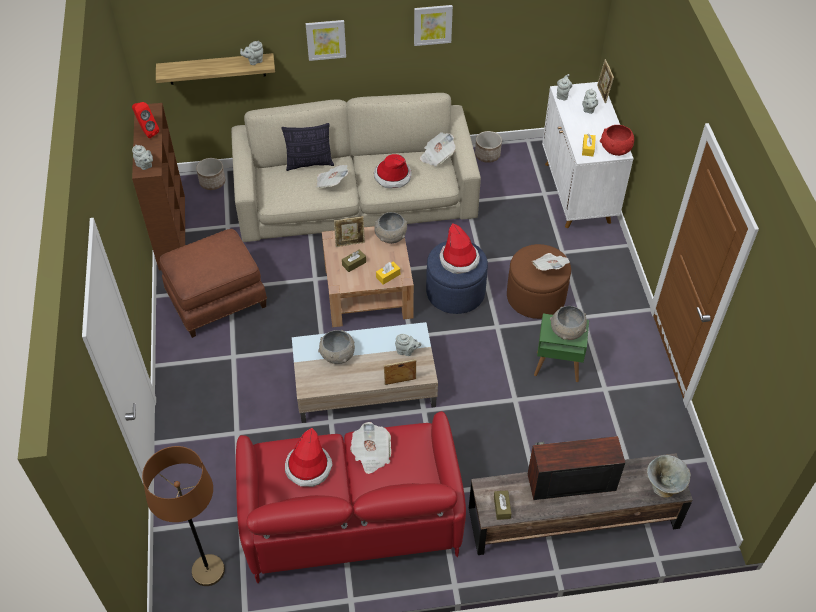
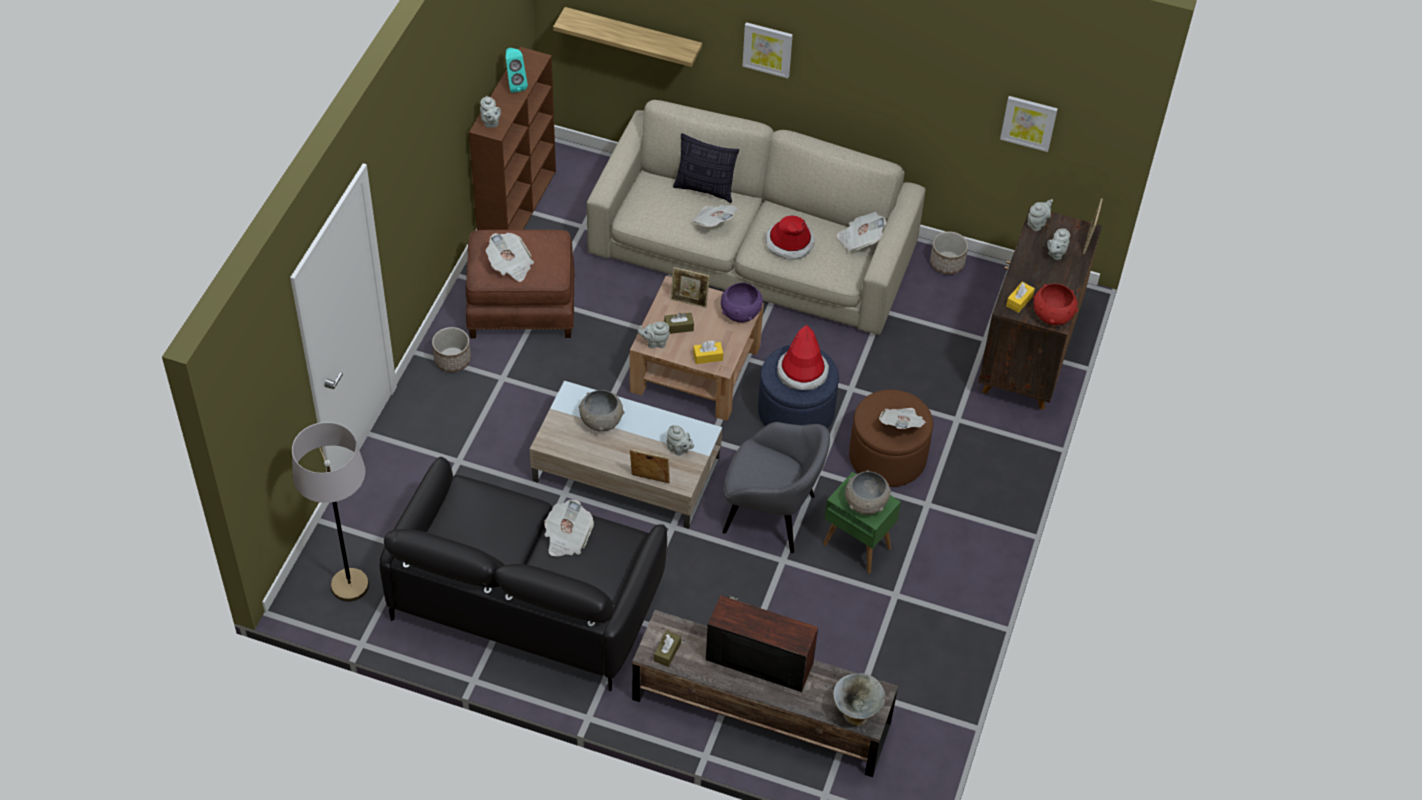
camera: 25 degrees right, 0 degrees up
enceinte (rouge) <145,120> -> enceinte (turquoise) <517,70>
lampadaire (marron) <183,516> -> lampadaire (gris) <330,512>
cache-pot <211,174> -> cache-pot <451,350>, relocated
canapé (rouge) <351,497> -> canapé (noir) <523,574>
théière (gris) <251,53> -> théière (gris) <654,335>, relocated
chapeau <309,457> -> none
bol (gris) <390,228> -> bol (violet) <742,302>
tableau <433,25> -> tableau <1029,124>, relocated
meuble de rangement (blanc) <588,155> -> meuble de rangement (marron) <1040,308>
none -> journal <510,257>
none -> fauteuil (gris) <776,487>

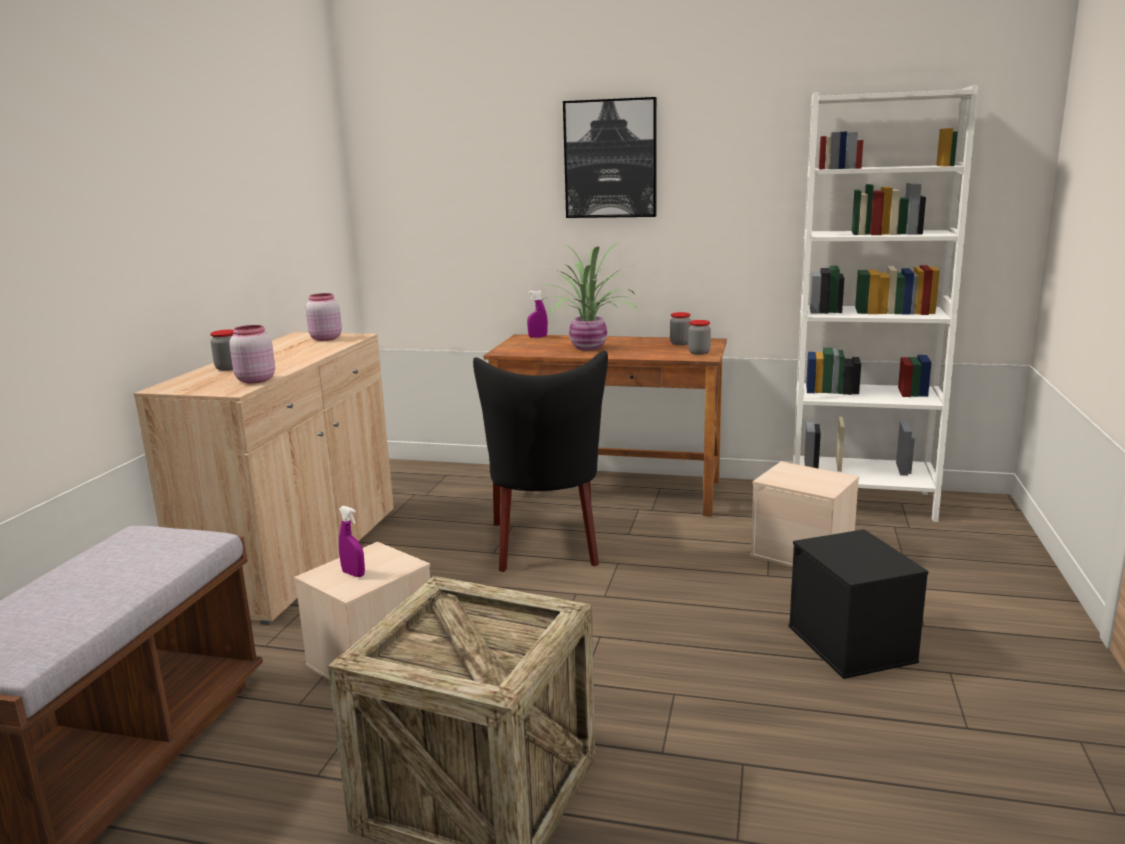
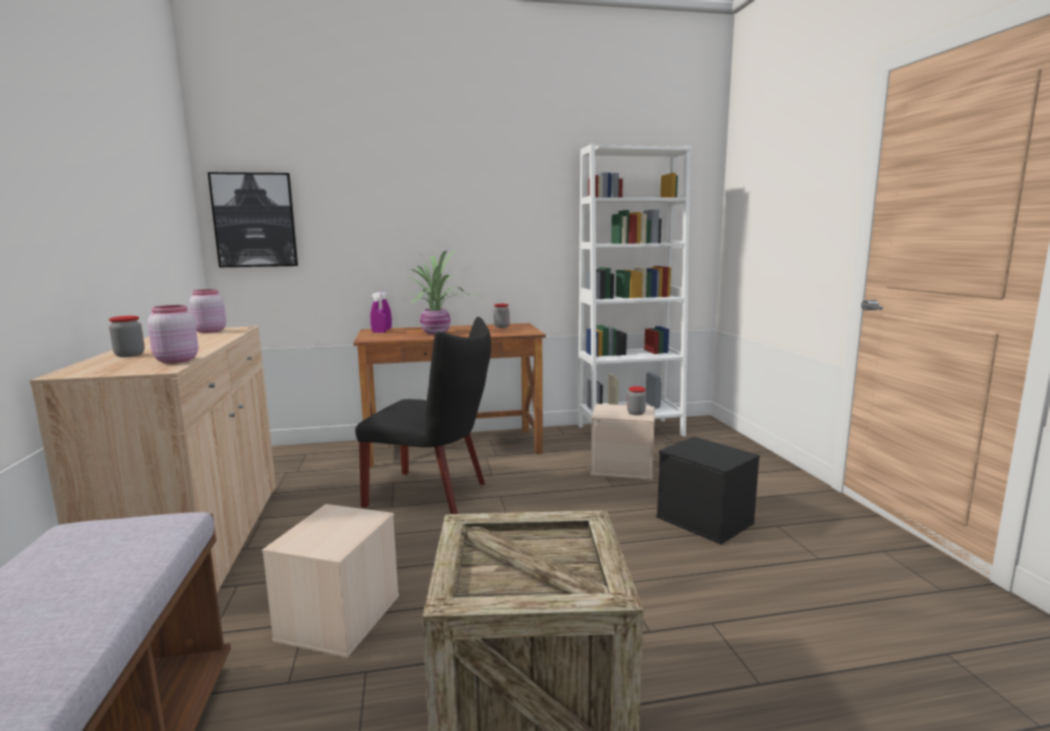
camera: 25 degrees left, 5 degrees down
vaporisateur (violet) <352,541> -> vaporisateur (violet) <378,313>, relocated
chaise (noir) <540,461> -> chaise (noir) <423,415>, 45 degrees counterclockwise
tableau <610,157> -> tableau <253,219>, relocated
bocal <699,337> -> bocal <636,400>, relocated

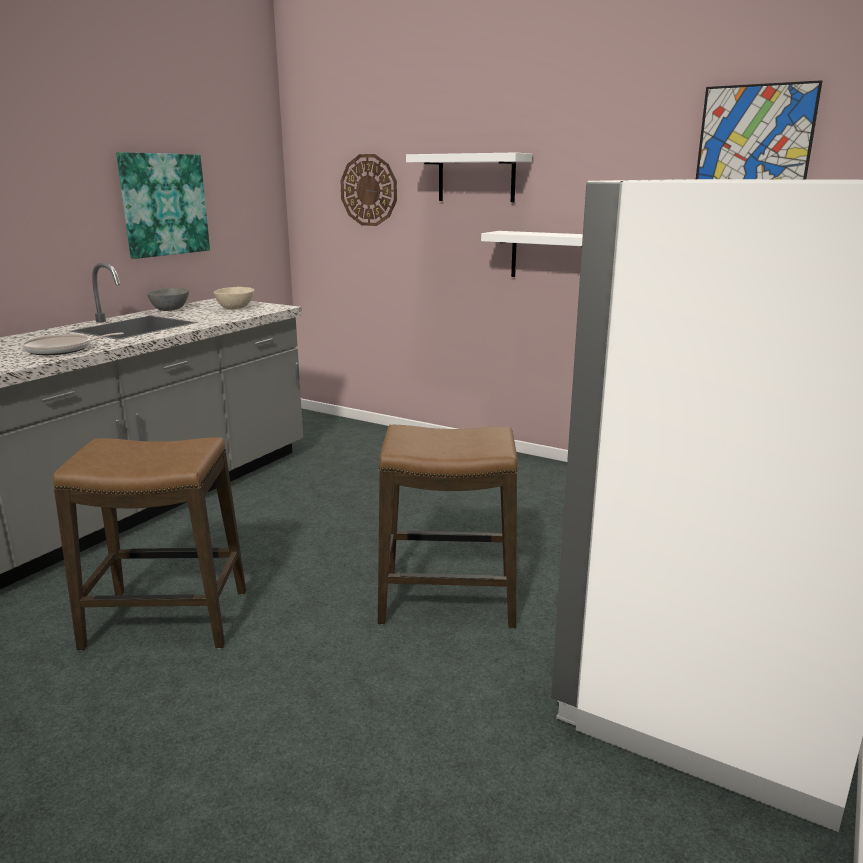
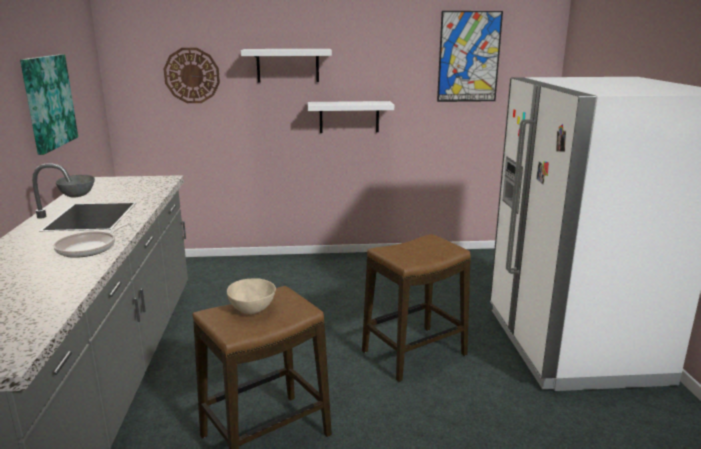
camera: 35 degrees left, 0 degrees up
bol (beige) <234,298> -> bol (beige) <251,296>, relocated

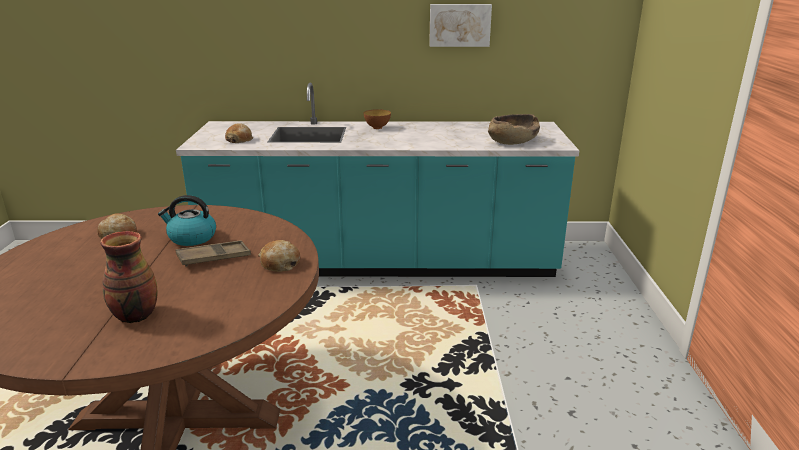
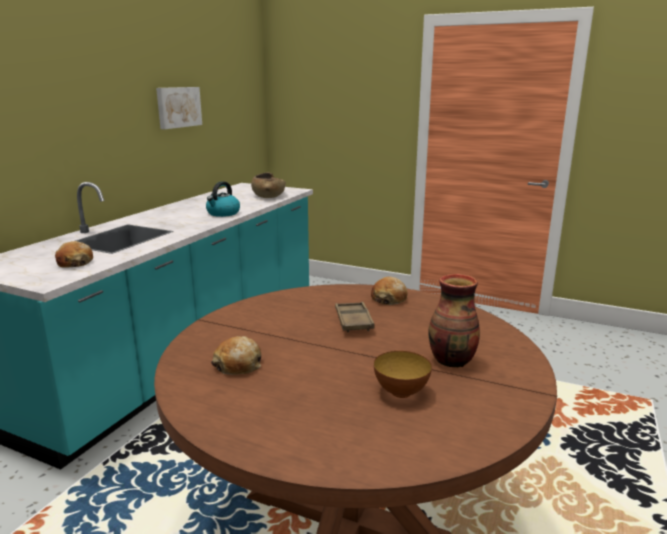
camera: 65 degrees left, 5 degrees down
bouilloire <187,220> -> bouilloire <223,199>, relocated
bol <377,119> -> bol <403,374>, relocated

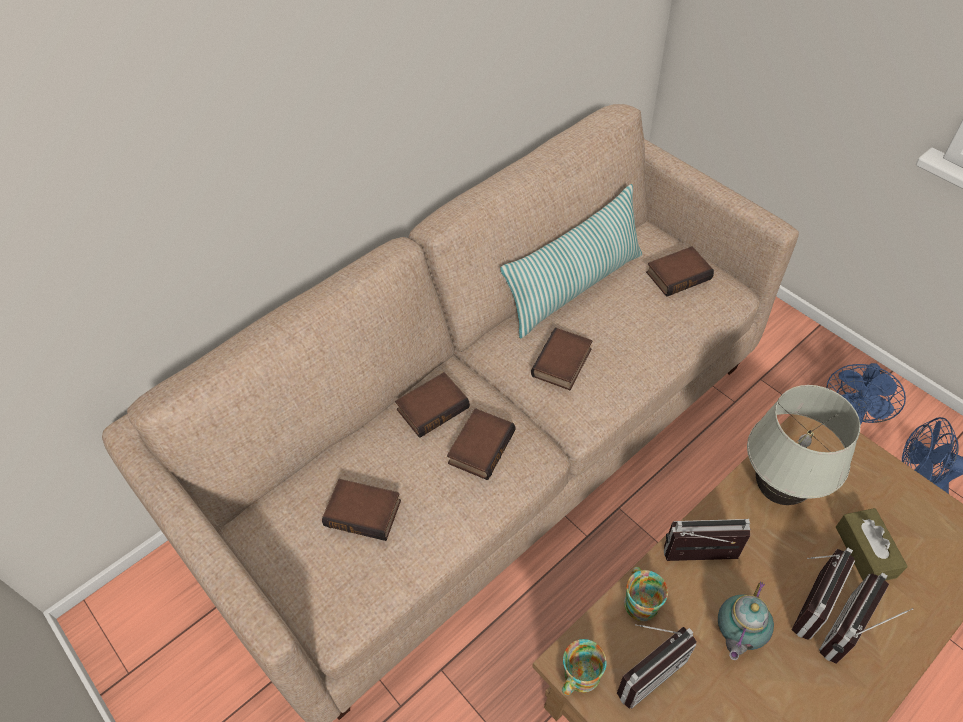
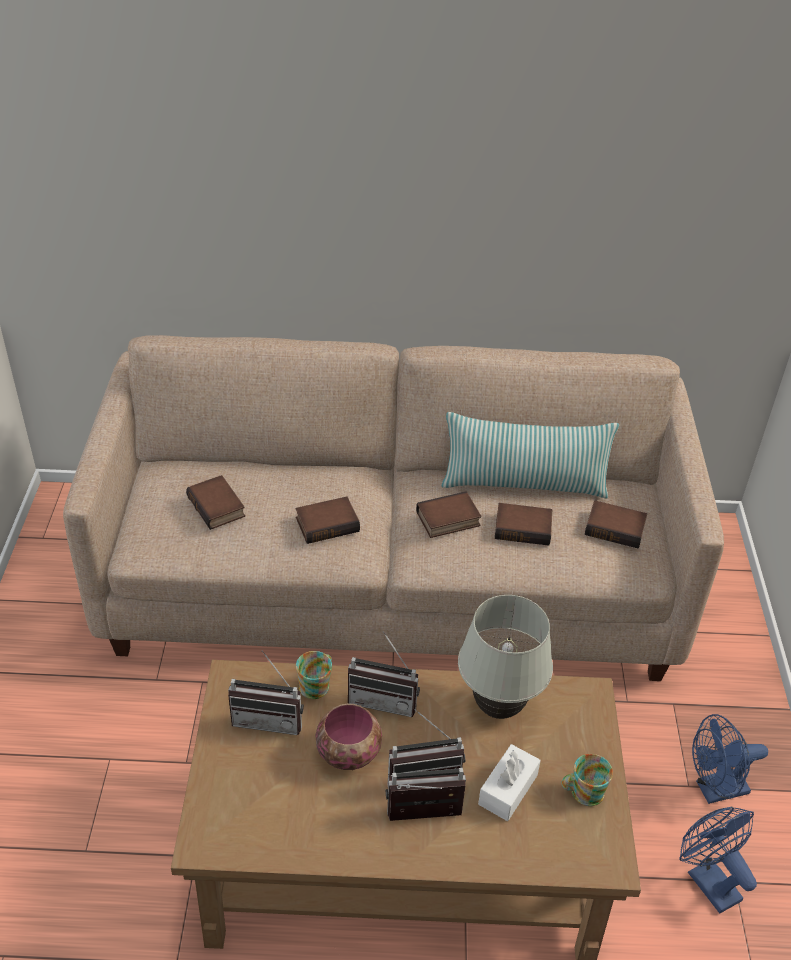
camera: 40 degrees right, 10 degrees down
livre <432,405> -> livre <523,524>, relocated
mug <584,667> -> mug <587,780>, relocated
radio <707,540> -> radio <384,674>, 150 degrees clockwise
théière <746,621> -> bol <348,737>
boîte à mouchoirs (marron) <872,544> -> boîte à mouchoirs (blanc) <509,782>

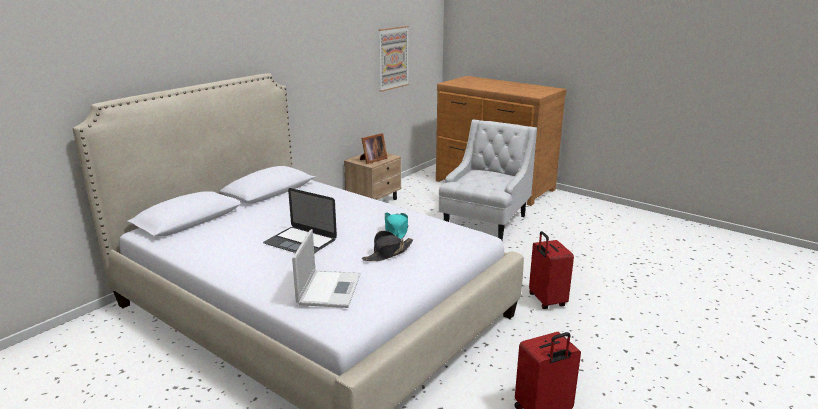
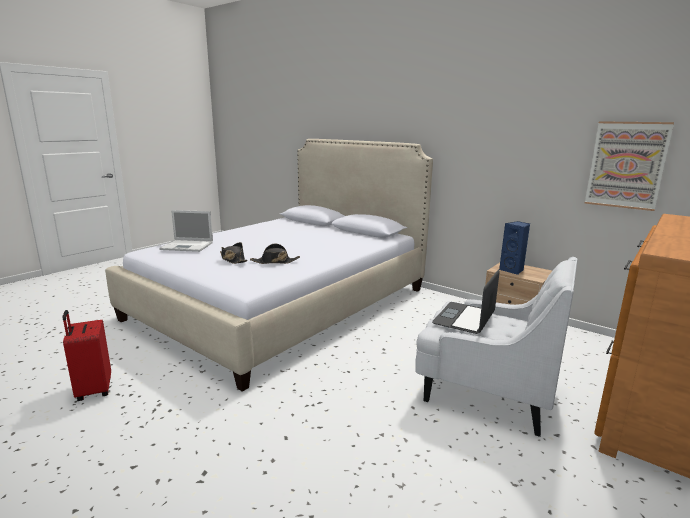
camera: 90 degrees right, 5 degrees down
ordinateur portable <300,220> -> ordinateur portable <466,302>, relocated
cadre photo <374,148> -> enceinte (bleu) <514,248>
chapeau (turquoise) <397,225> -> chapeau (noir) <275,253>
valise (rouge) <551,270> -> none

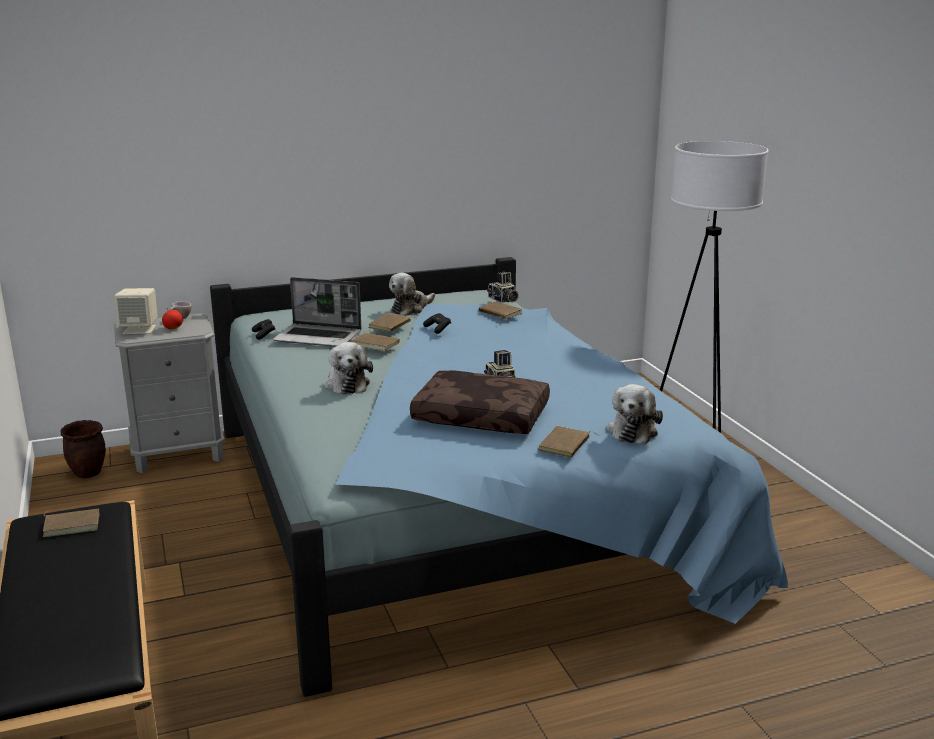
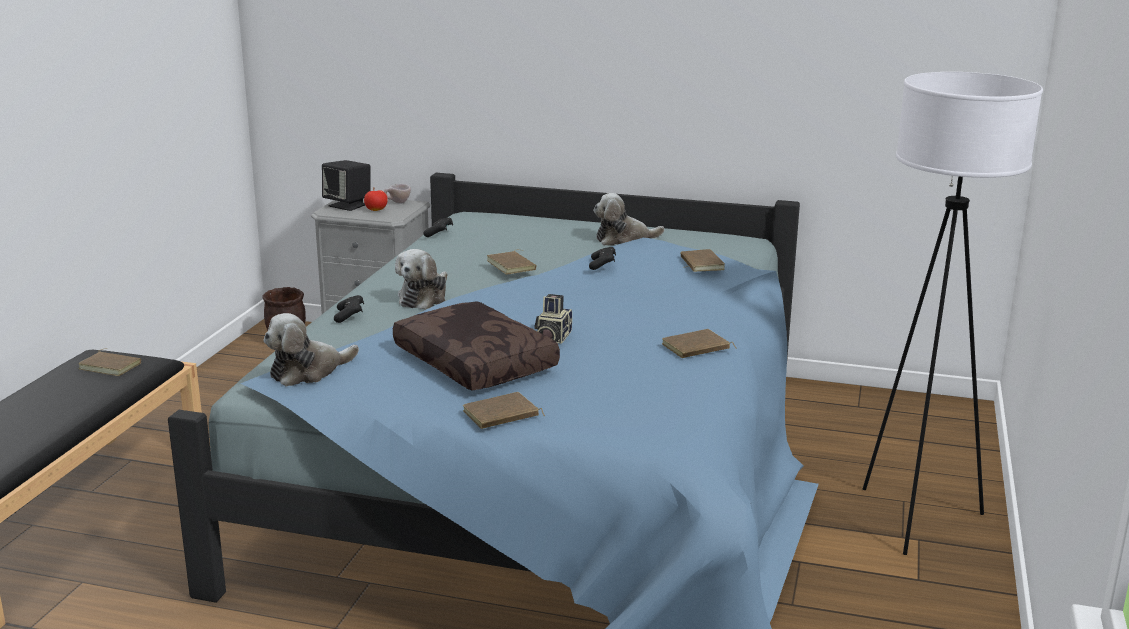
camera: 35 degrees right, 0 degrees up
enceinte (beige) <136,311> -> enceinte (noir) <346,185>
ordinateur portable <317,312> -> none
livre (marron) <393,322> -> livre (marron) <699,343>, relocated
appareil photo <503,287> -> none
peluche <635,414> -> peluche <311,349>, relocated
none -> manette (noir) <349,309>

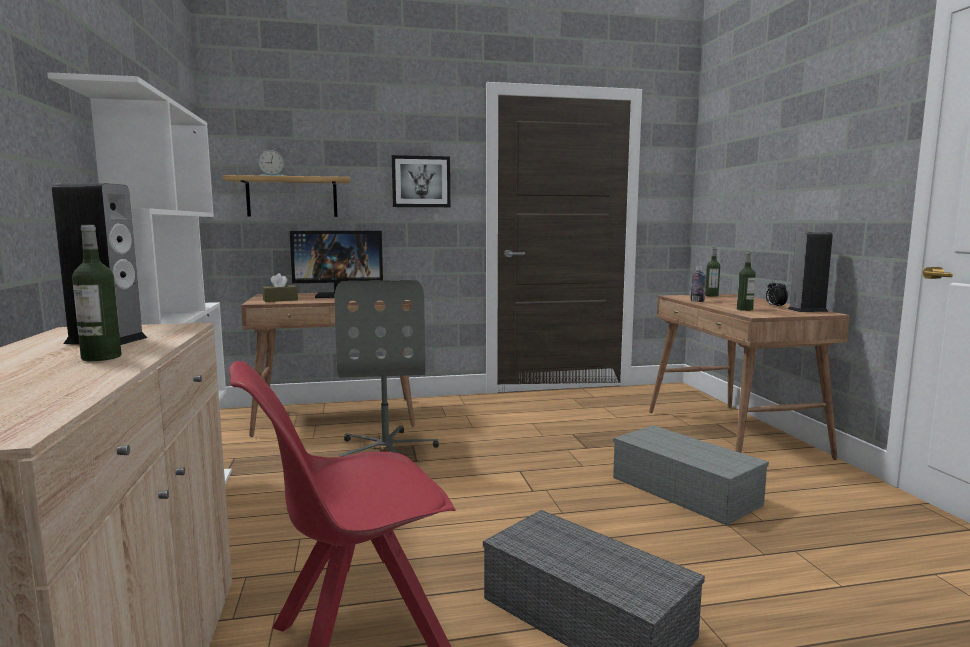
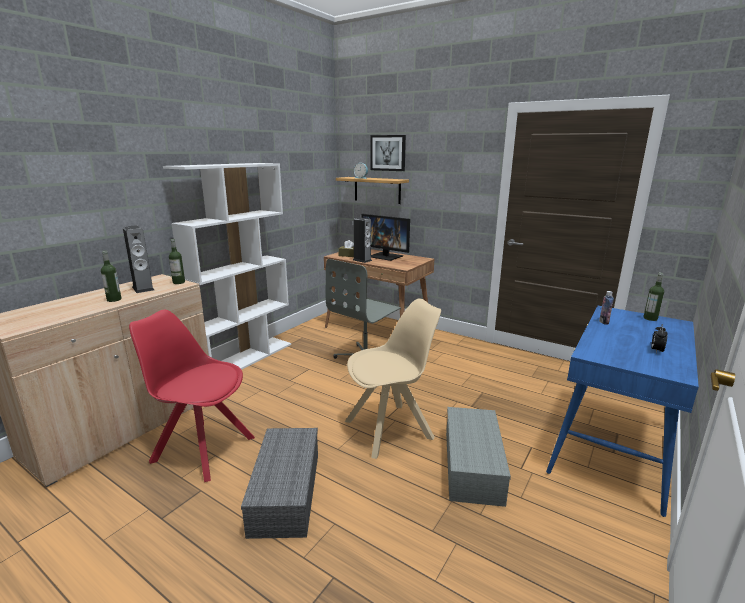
camera: 45 degrees right, 10 degrees up
tableau <421,181> -> tableau <388,153>, relocated
bureau (marron) <749,377> -> bureau (bleu) <622,411>
bouteille <746,281> -> bouteille <177,261>, relocated
enceinte <810,272> -> enceinte <362,240>, relocated
none -> chaise (beige) <393,378>

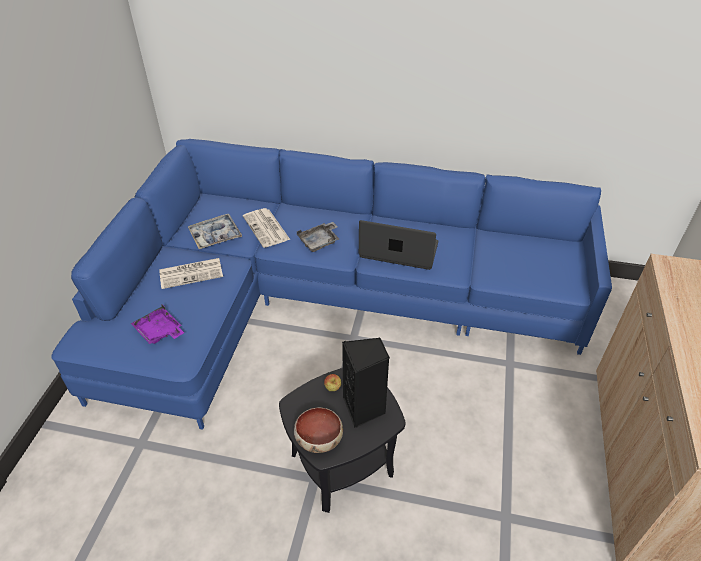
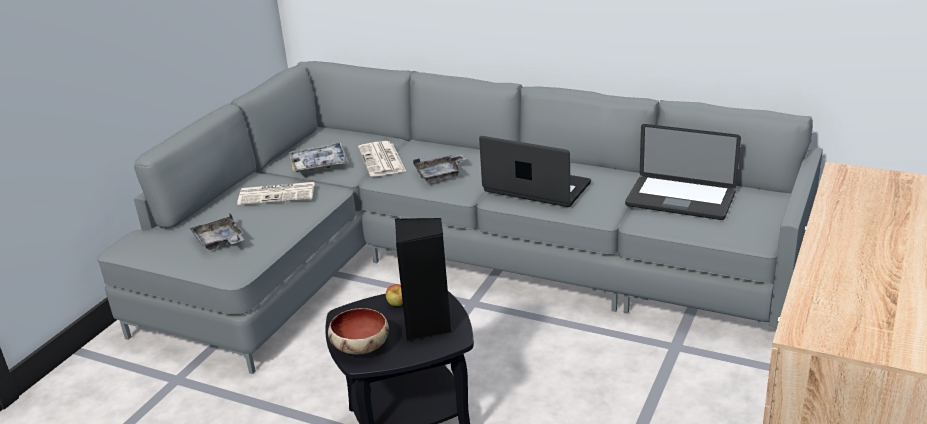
camera: 15 degrees right, 15 degrees down
canapé (bleu) <331,284> -> canapé (gris) <460,217>
plateau (violet) <157,324> -> plateau (gris) <217,232>
none -> ordinateur portable <683,172>

